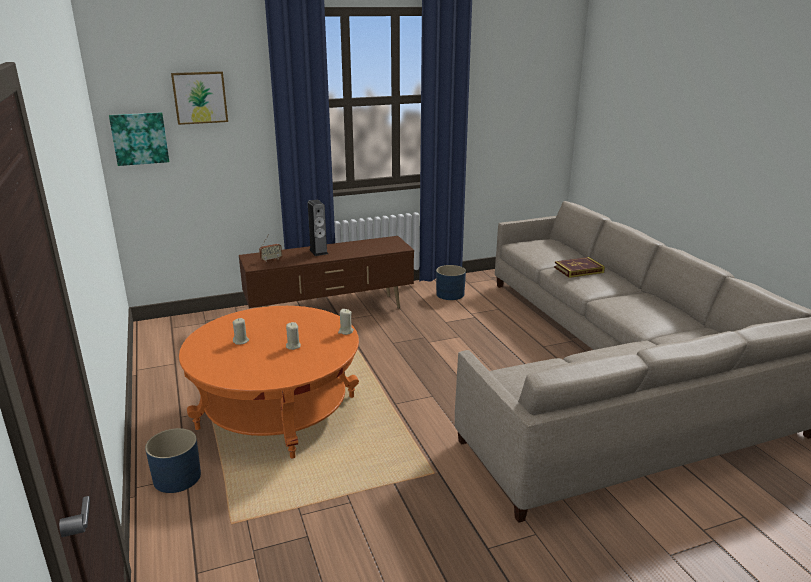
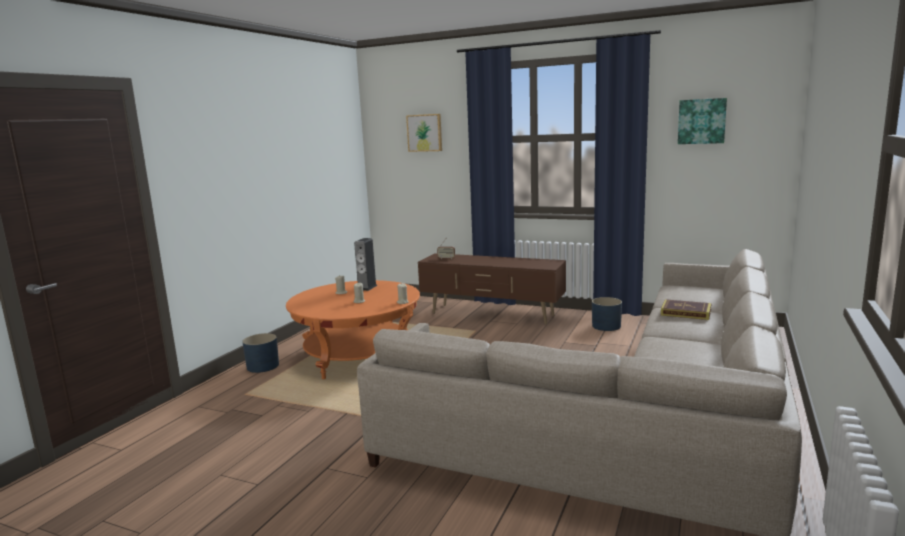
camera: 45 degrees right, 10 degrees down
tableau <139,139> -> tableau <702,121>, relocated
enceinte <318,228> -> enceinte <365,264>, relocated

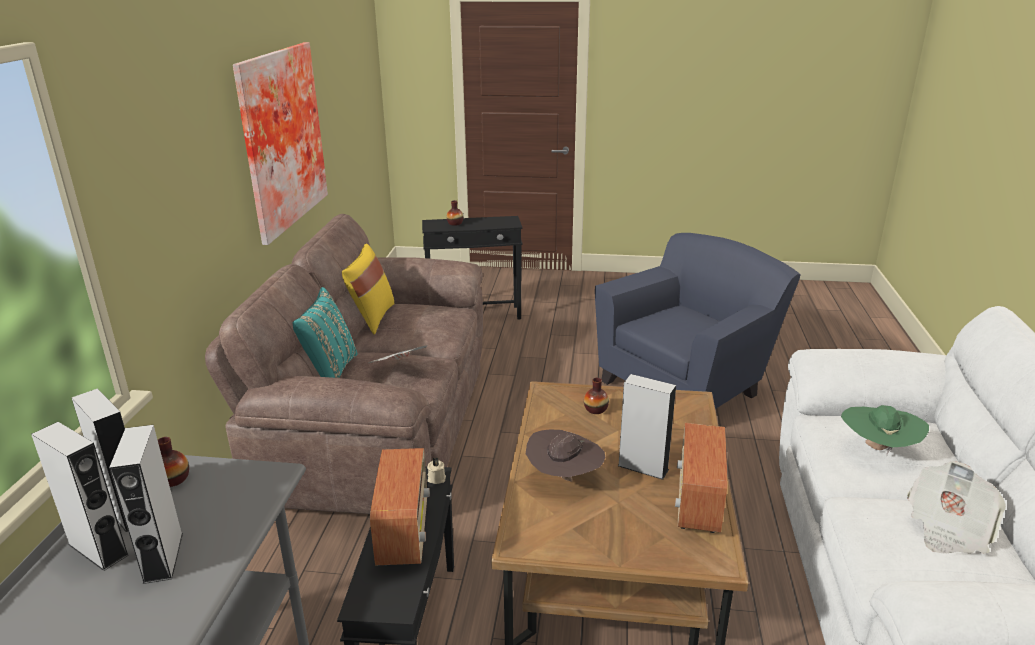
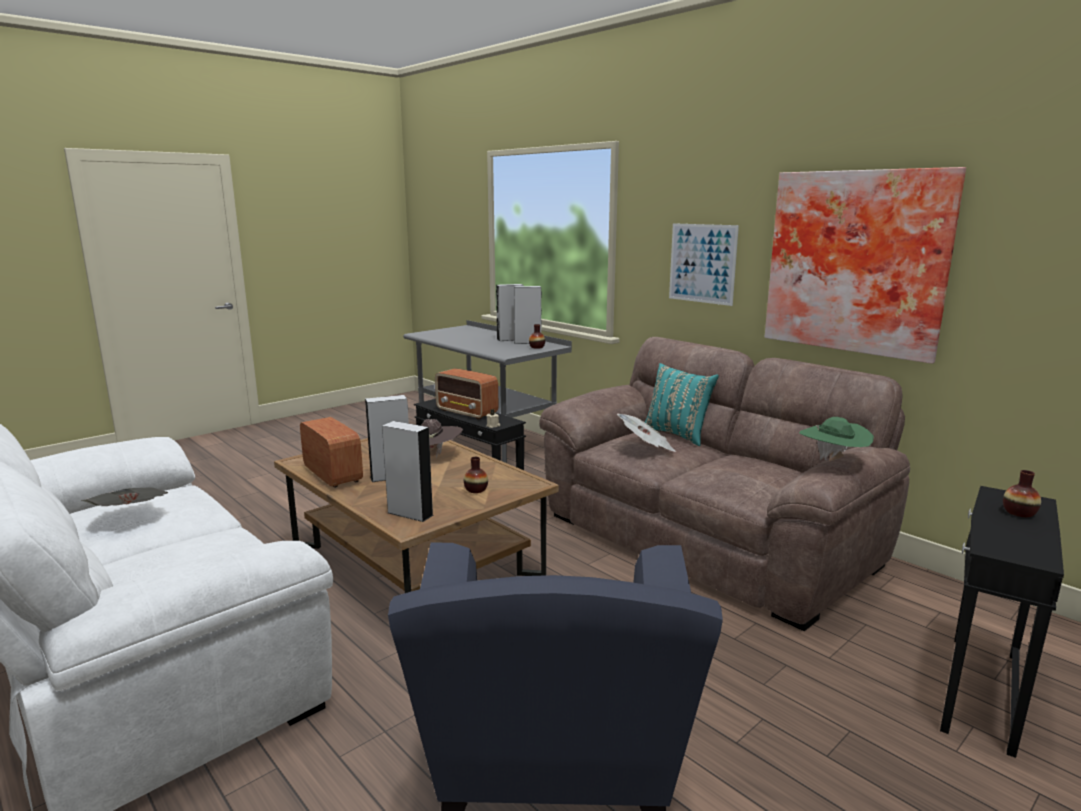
camera: 130 degrees right, 10 degrees down
enceinte (gris) <146,504> -> enceinte (gris) <407,471>, relocated
coussin (jaune) <368,289> -> none
chapeau (vert) <885,430> -> chapeau (vert) <836,439>, relocated
none -> tableau <704,264>

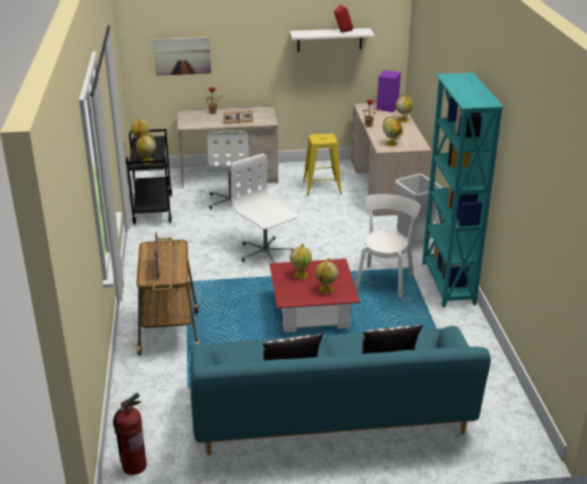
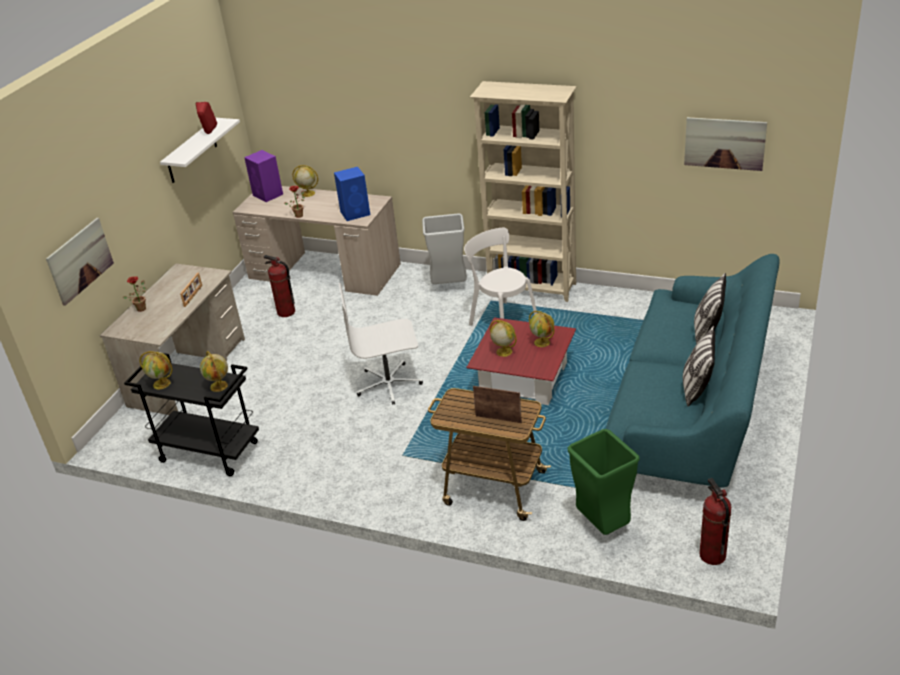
camera: 60 degrees left, 5 degrees up
chaise de bureau (blanc) <228,170> -> none
tabouret (jaune) <322,165> -> extincteur <279,286>
globe <393,131> -> enceinte (bleu) <352,194>
bibliothèque (turquoise) <463,190> -> bibliothèque (beige) <523,191>
none -> poubelle (vert) <604,482>
none -> tableau <725,144>

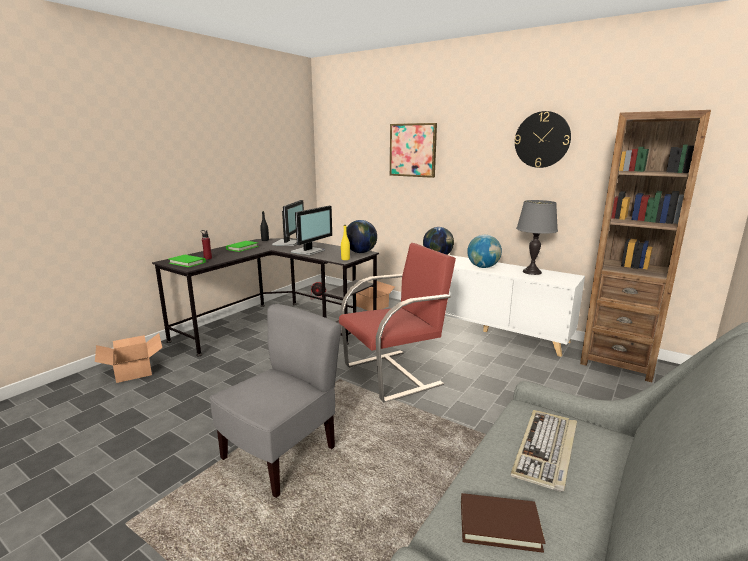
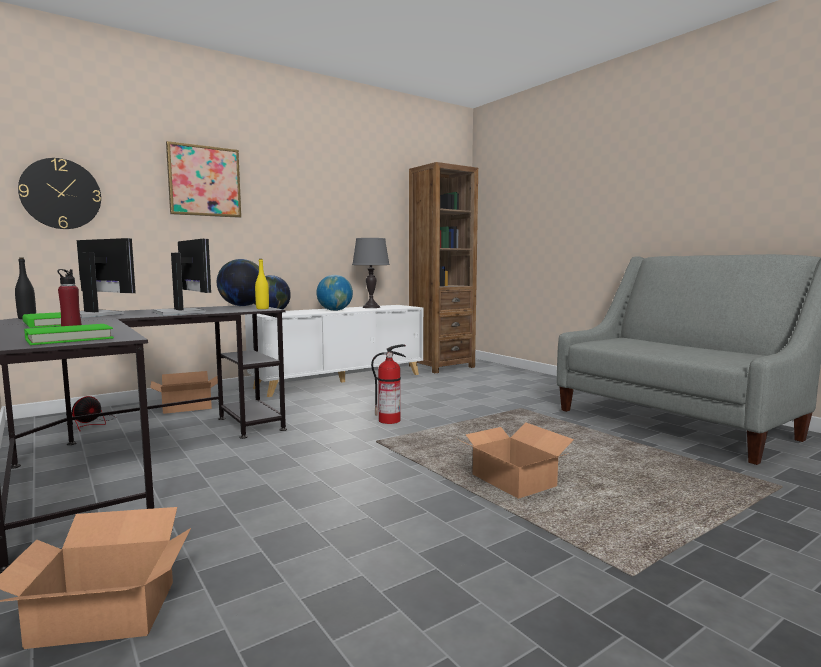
camera: 70 degrees left, 10 degrees down
chaise (gris) <275,401> -> carton <515,460>
fauteuil (rouge) <397,323> -> extincteur <388,384>
livre (marron) <503,523> -> none
clavier <543,451> -> none
horloge murale <543,139> -> horloge murale <59,193>, relocated

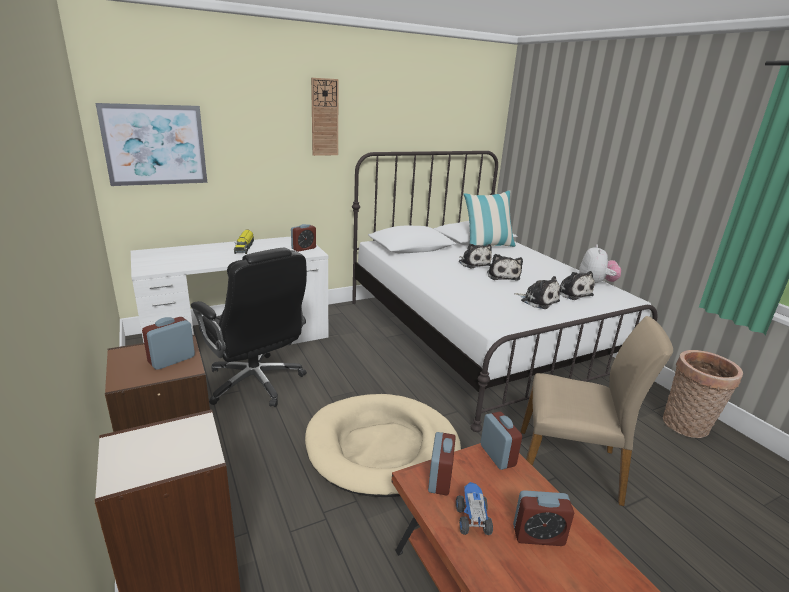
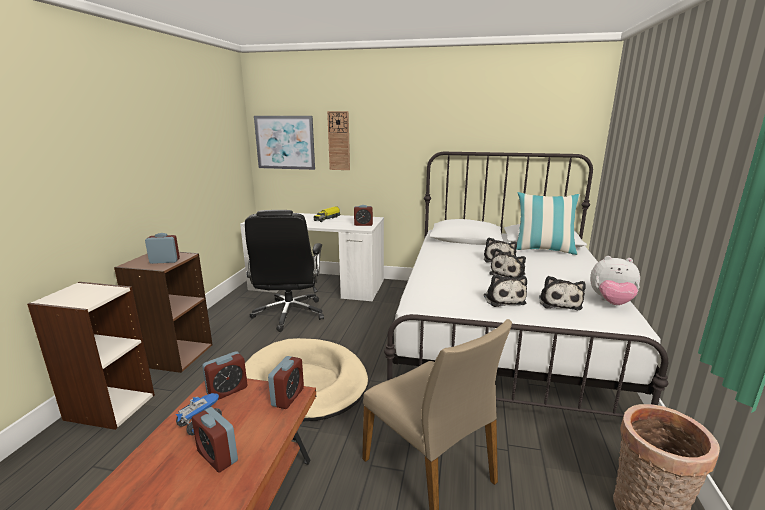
camera: 40 degrees right, 5 degrees down
horloge murale <325,117> -> horloge murale <338,140>, relocated
peluche <600,264> -> peluche <615,280>, 60 degrees clockwise

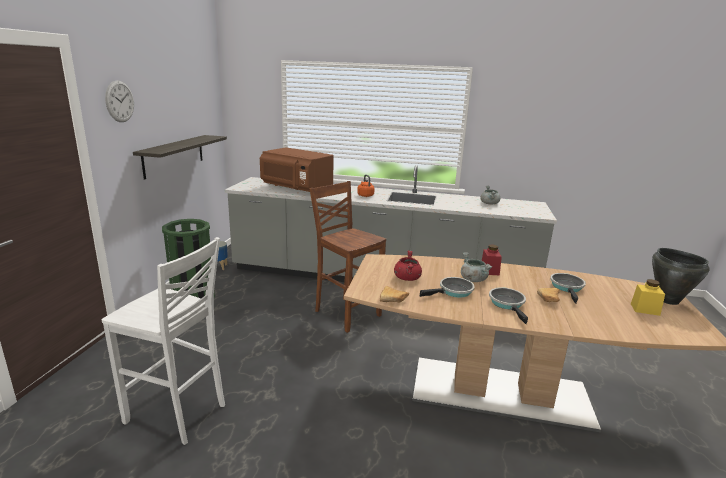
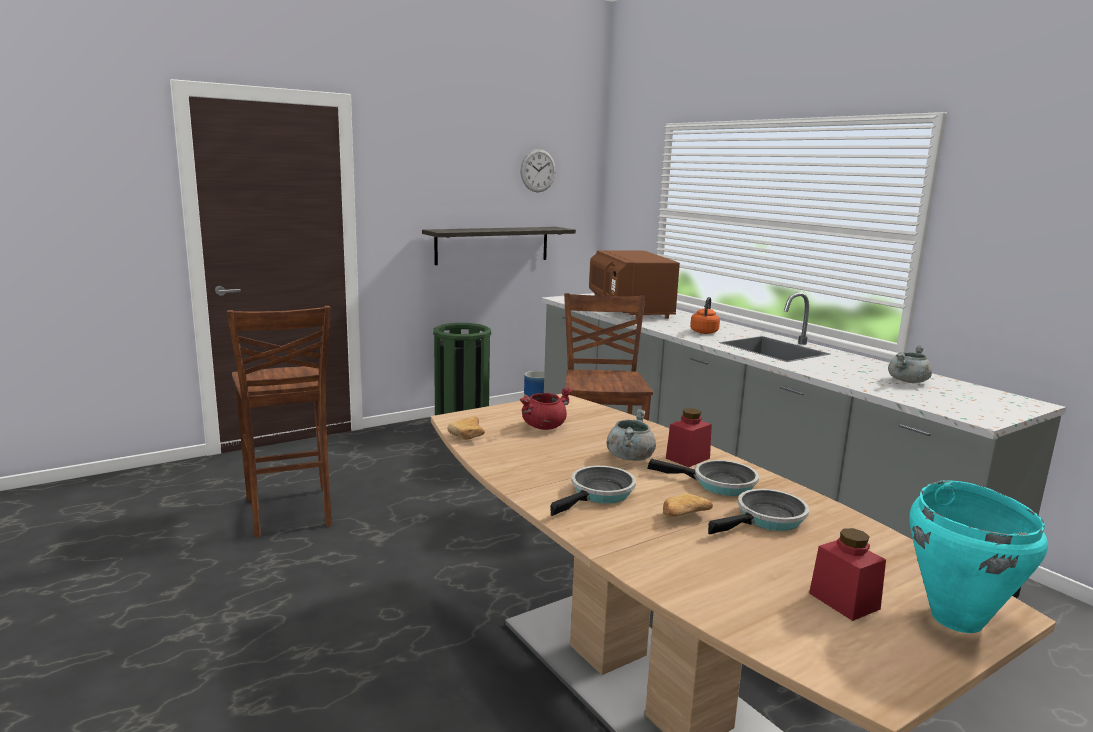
camera: 45 degrees right, 5 degrees down
tabouret (blanc) <163,341> -> tabouret (marron) <279,422>
horloge murale <119,101> -> horloge murale <538,170>, relocated
poêle <447,287> -> poêle <703,477>, relocated
bocal (jaune) <648,297> -> bocal (rouge) <847,574>
marmite (noir) <680,276> -> marmite (turquoise) <979,556>

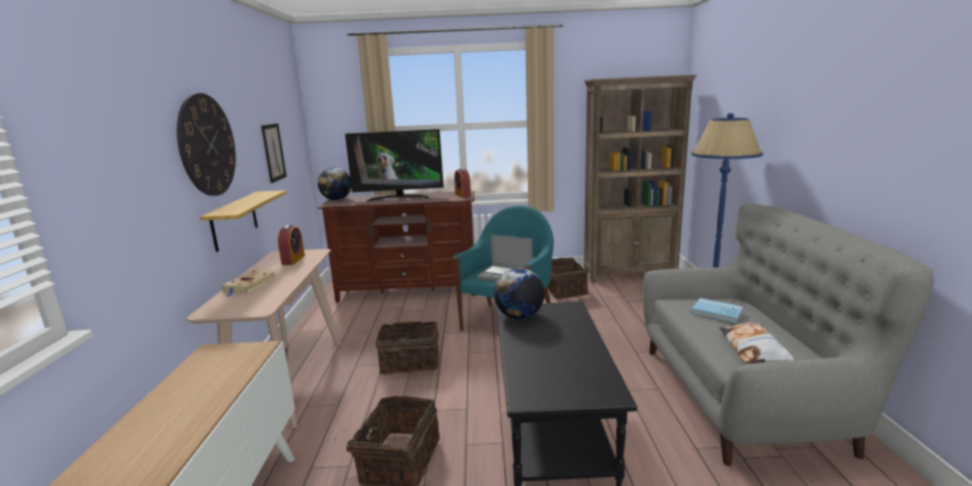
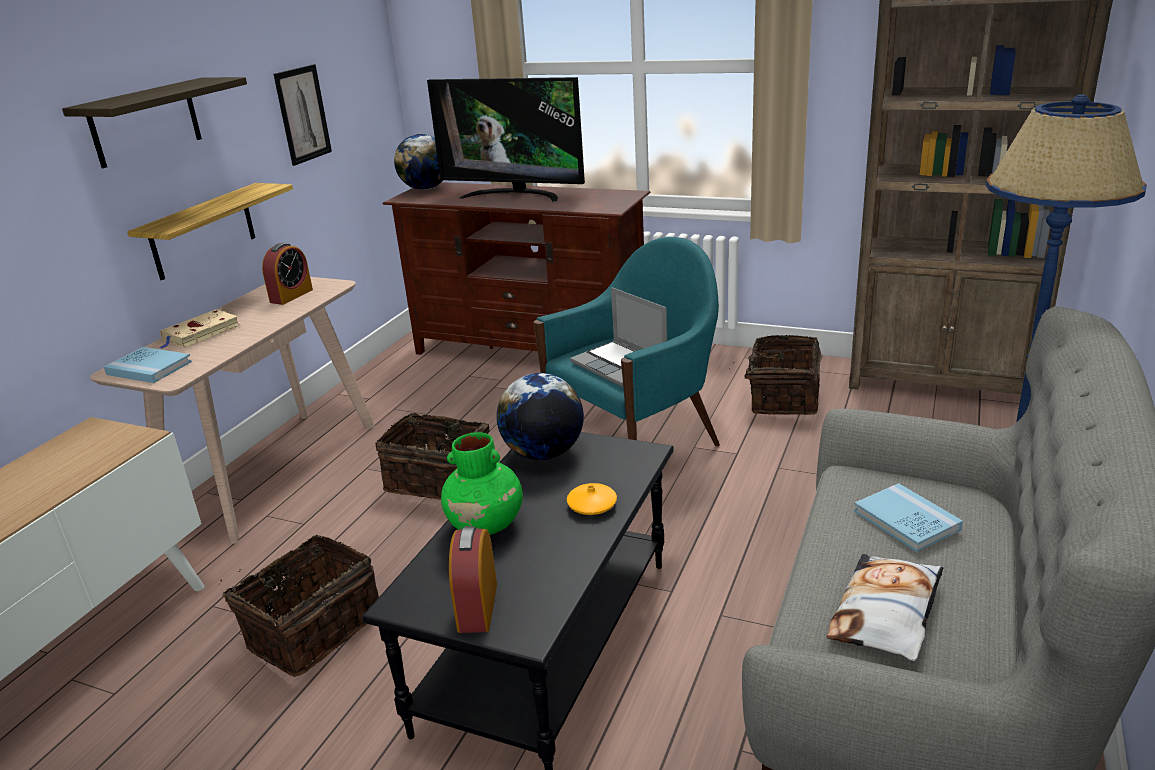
camera: 25 degrees right, 10 degrees up
horloge murale <206,144> -> étagère <154,122>
réveil <462,183> -> réveil <473,579>, relocated
none -> livre (bleu) <148,365>
none -> vase (vert) <482,483>
none -> vase (orange) <592,499>

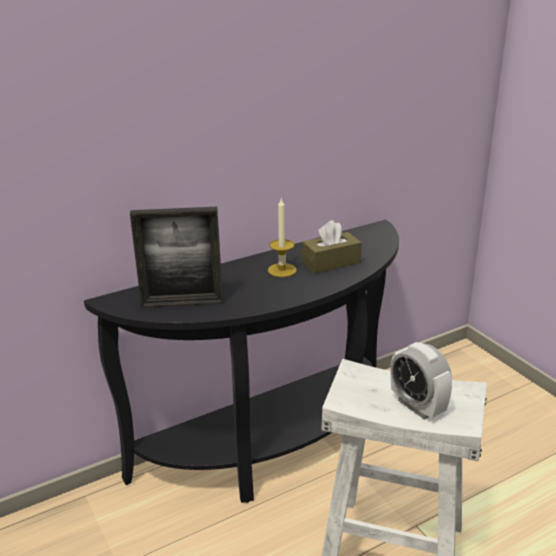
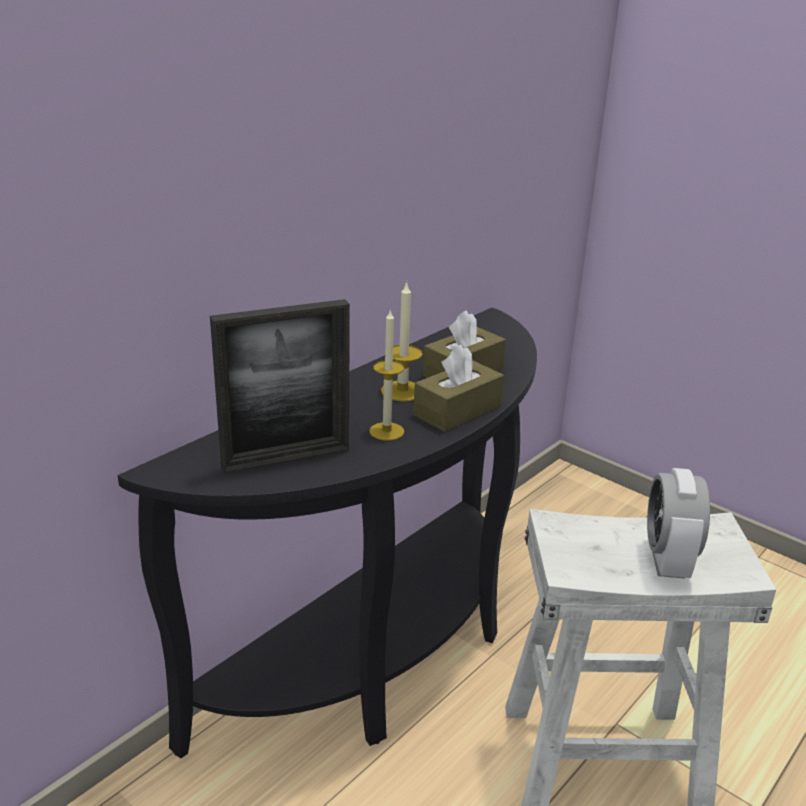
camera: 20 degrees left, 0 degrees up
réveil <421,381> -> réveil <678,523>, 60 degrees clockwise
none -> bougie <387,375>
none -> boîte à mouchoirs (marron) <458,388>

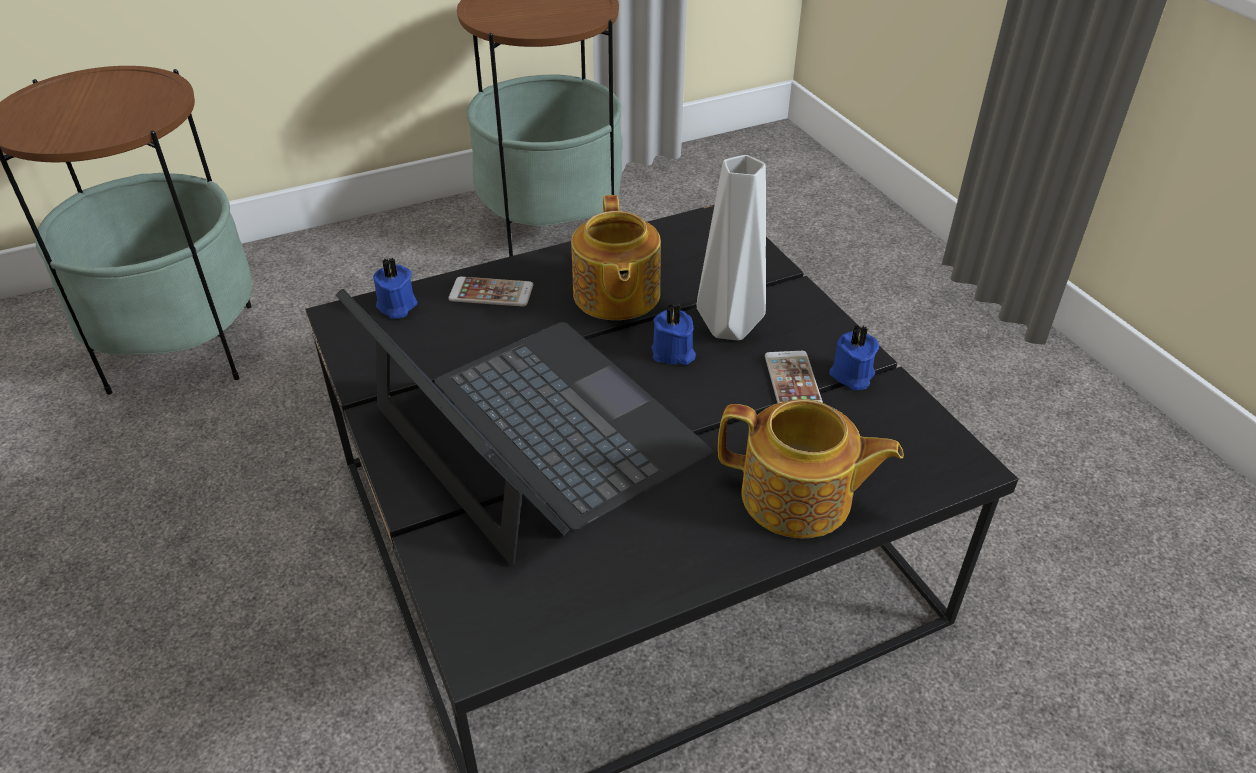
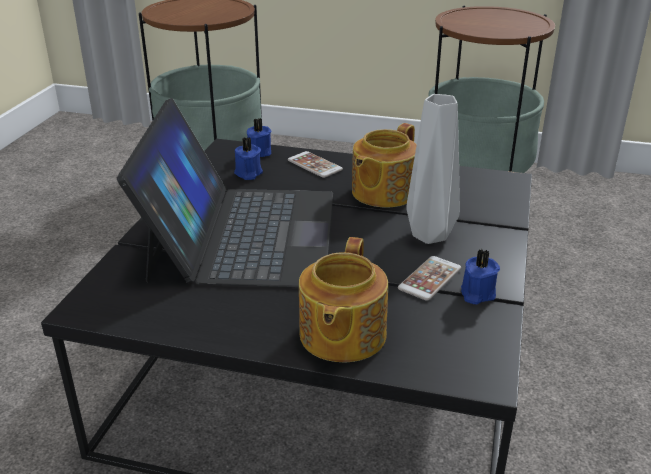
camera: 40 degrees right, 10 degrees down
bougie (bleu) <673,334> -> bougie (bleu) <248,158>, relocated
théière <811,468> -> théière <343,299>, 45 degrees clockwise

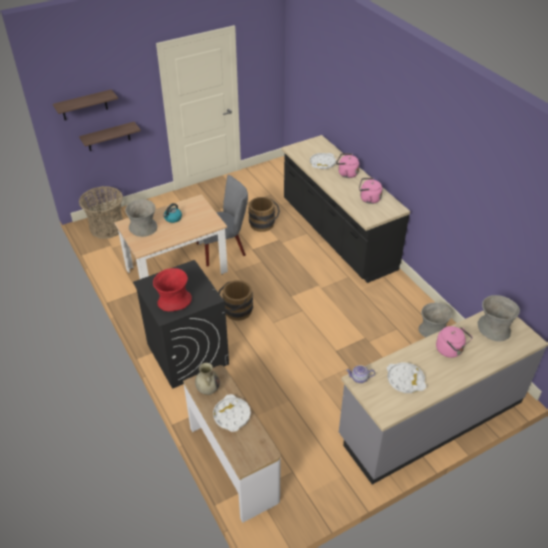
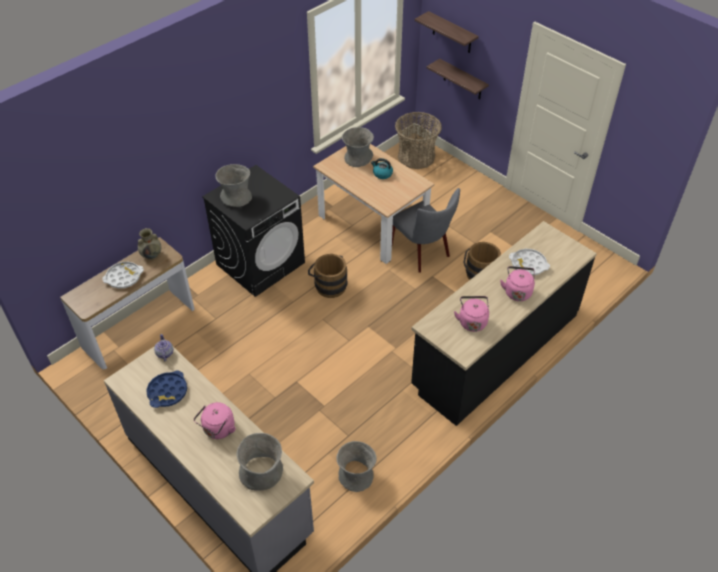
camera: 75 degrees right, 5 degrees up
vase (rouge) <172,289> -> vase (gris) <233,185>
plateau (blanc) <406,378> -> plateau (bleu) <166,389>

